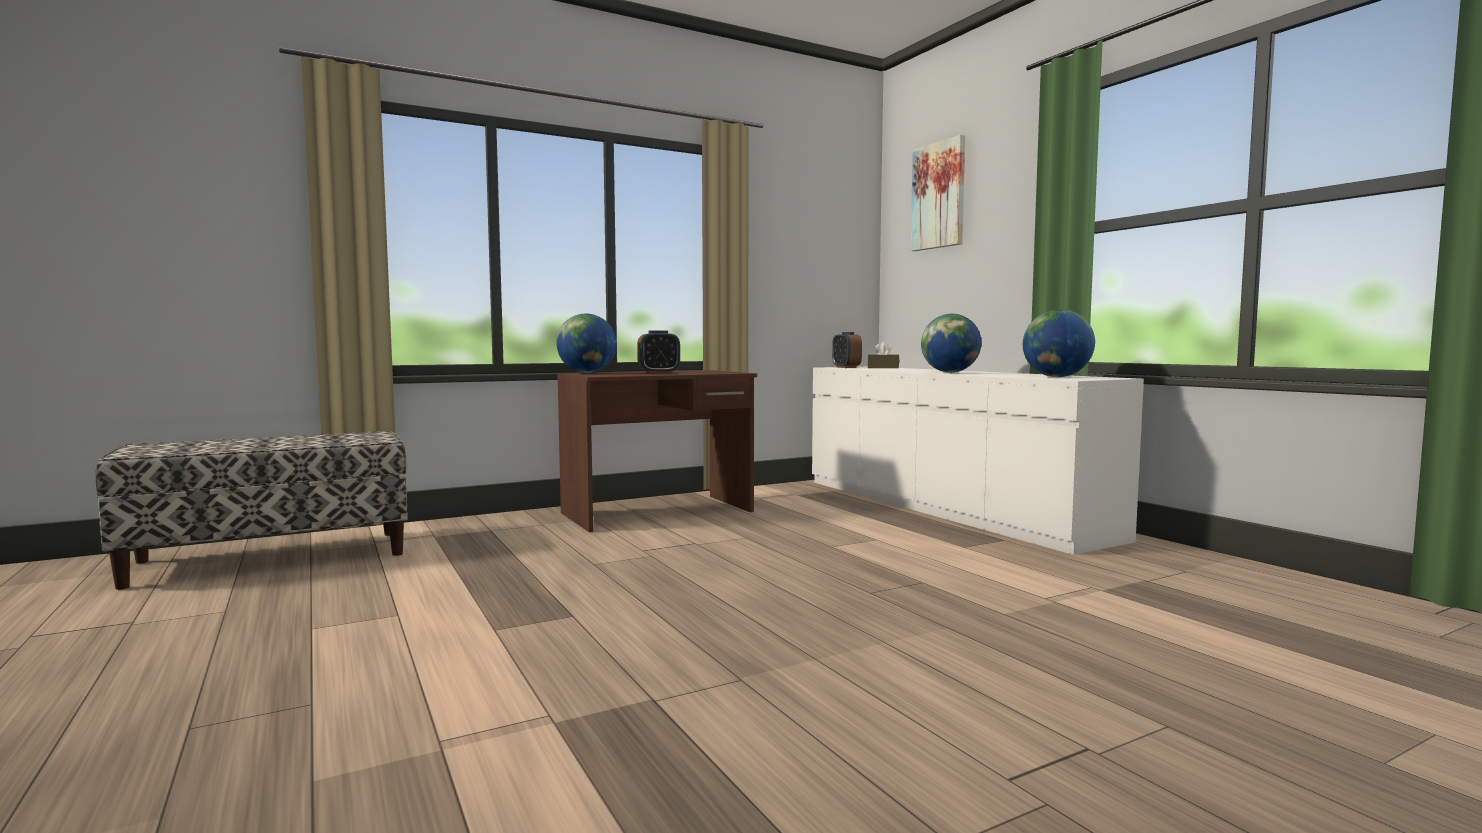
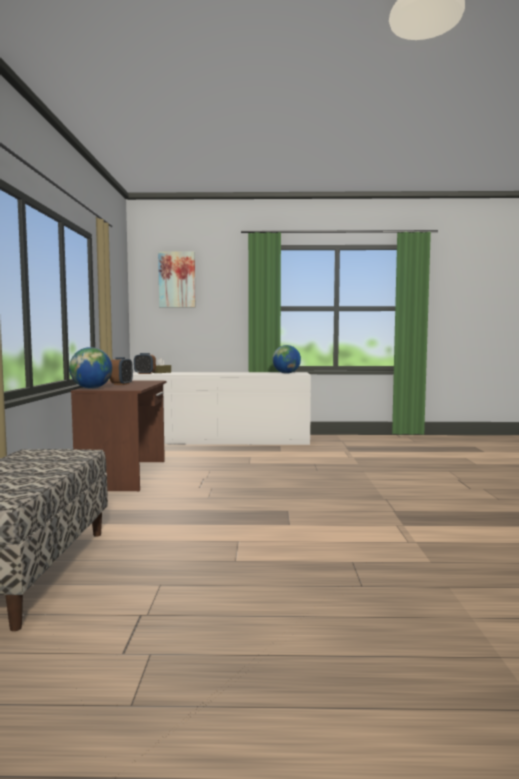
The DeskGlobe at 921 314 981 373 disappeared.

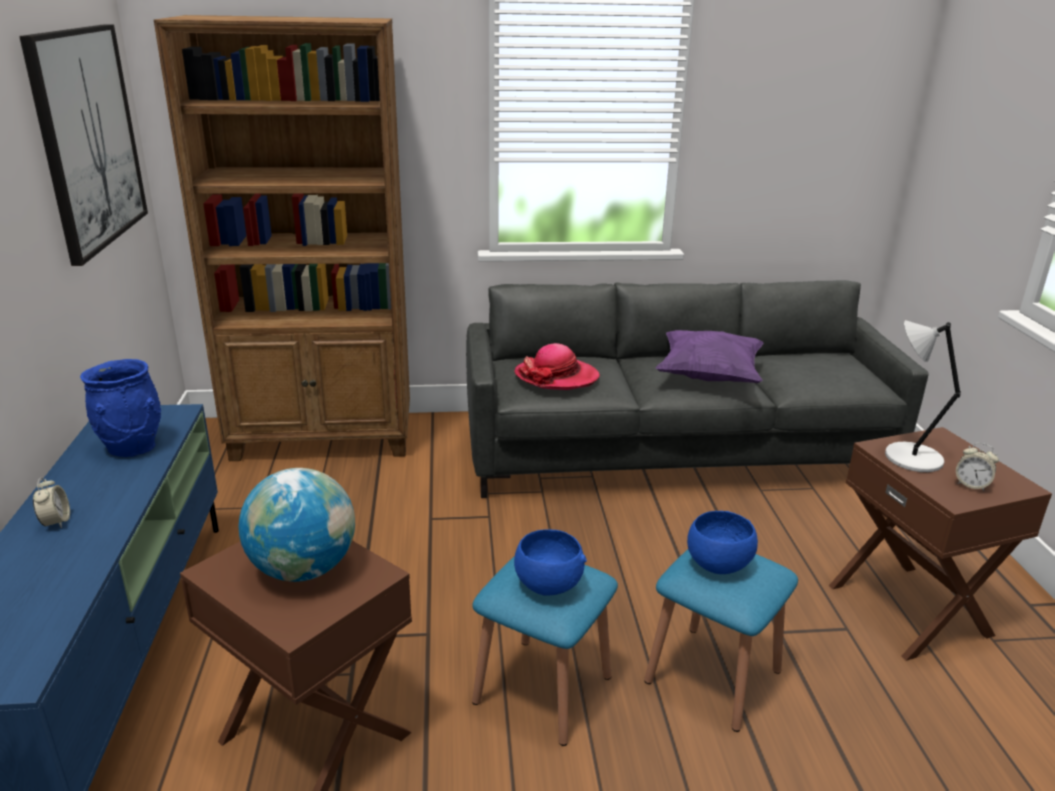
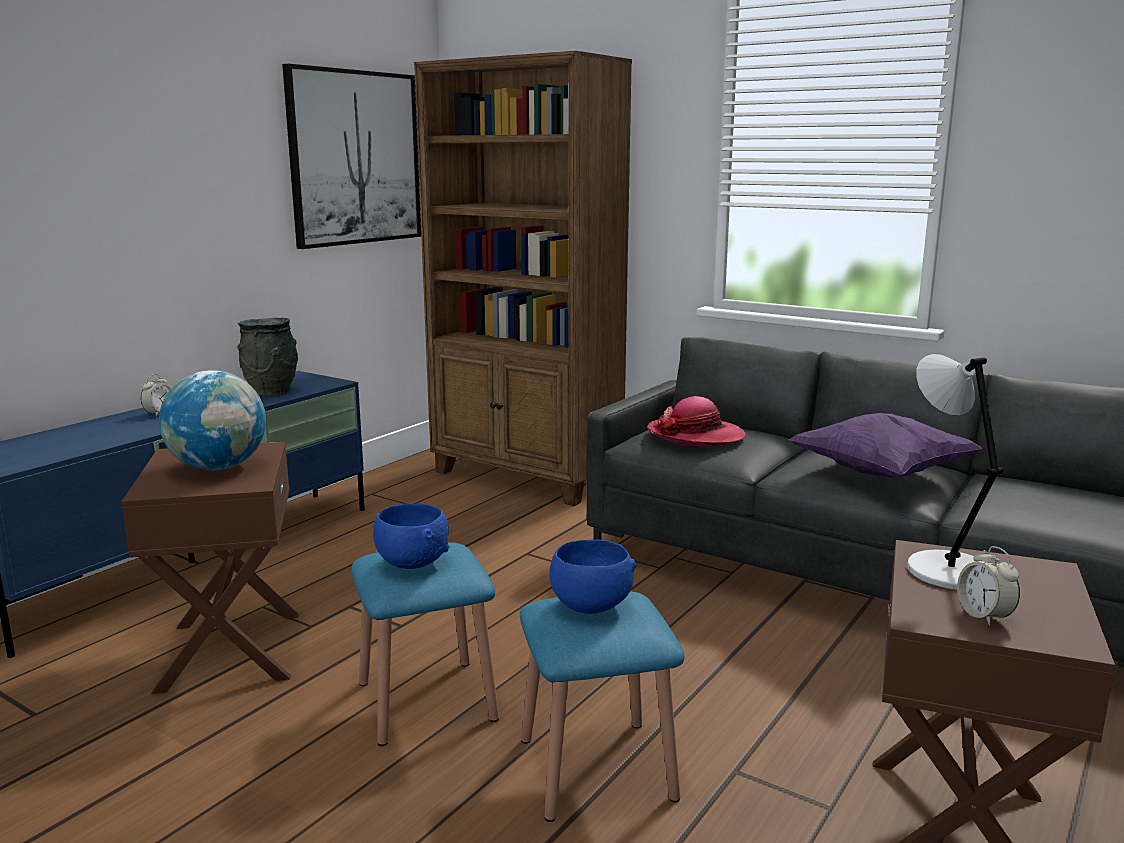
The BlueDecorativeVase at 80 359 161 457 became the GreyishDecorativeVase at 237 318 298 396.

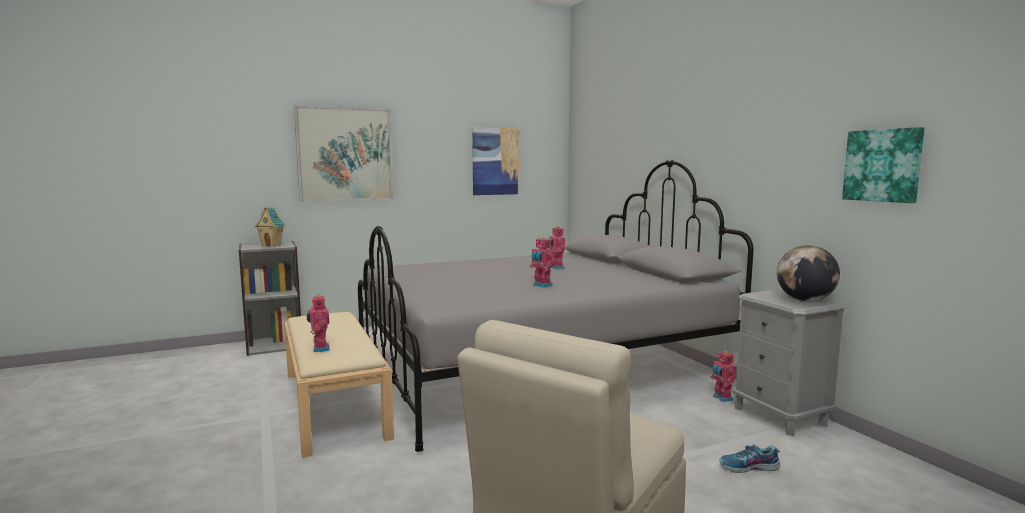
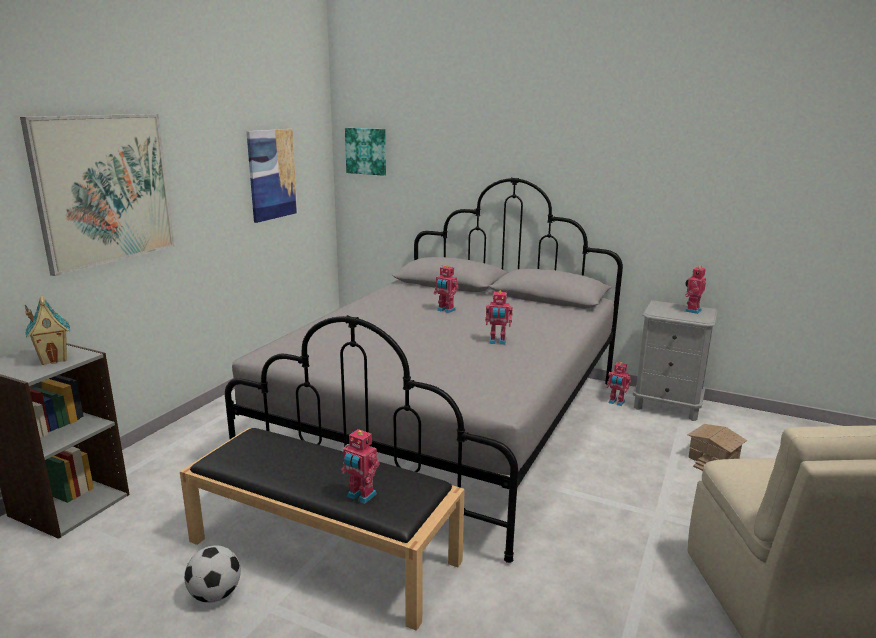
The BallForFootball at 184 545 241 603 appeared. The Picture moved from 842 127 925 203 to 345 128 386 176. The ItemOfFootwear at 719 445 780 473 was replaced by the MiniatureHouse at 687 424 747 471. The DeskGlobe at 777 245 840 301 was replaced by the ModelRobot at 685 266 706 314. The BeigeBench at 284 312 394 458 became the BlackishBench at 180 428 465 631.

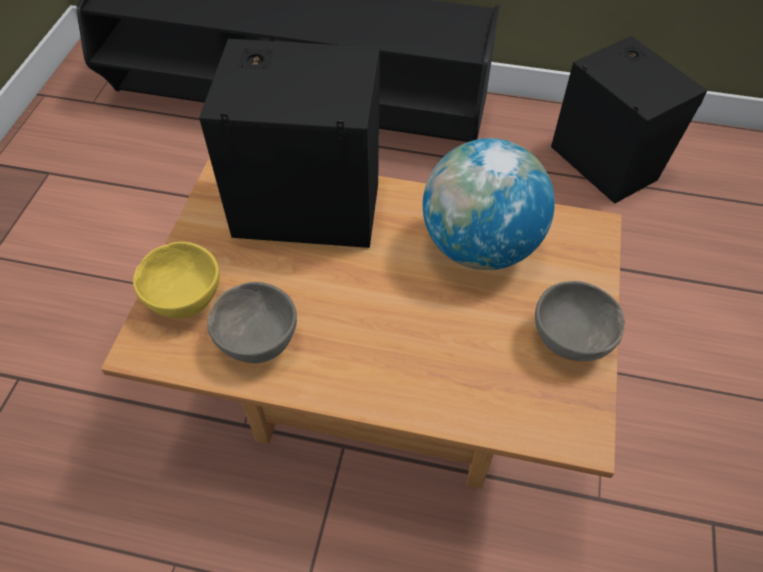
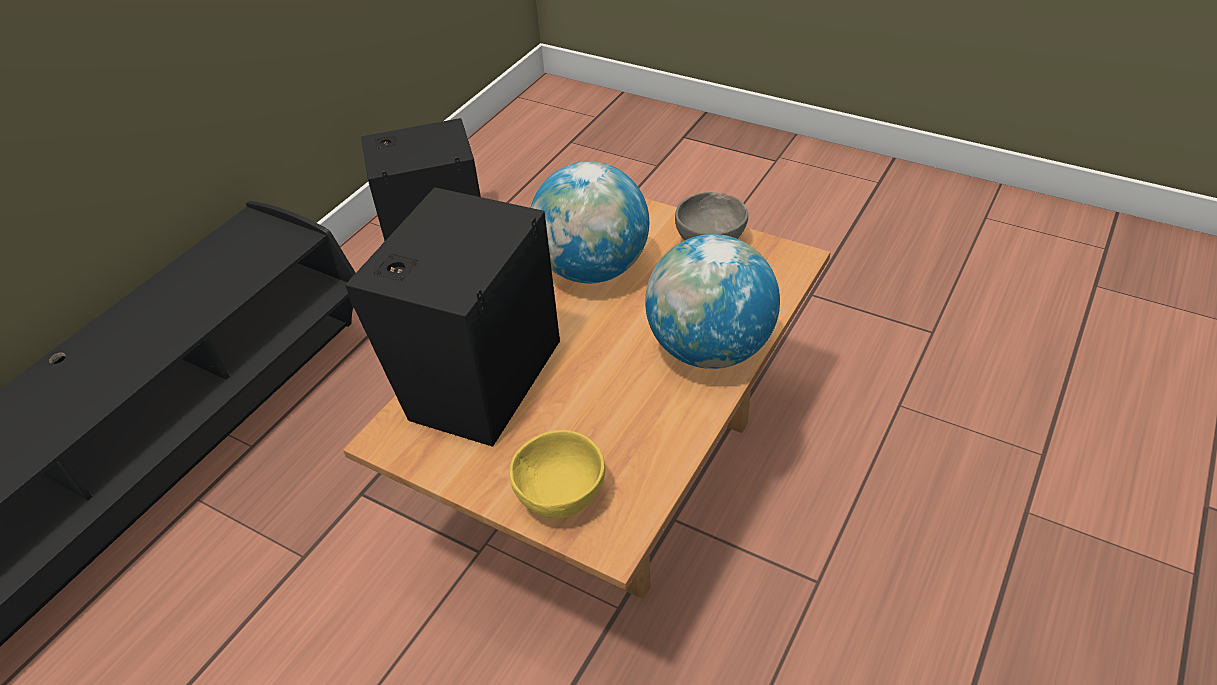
The GreyishBowl at 207 282 297 363 disappeared. The DeskGlobe at 645 234 780 369 appeared.

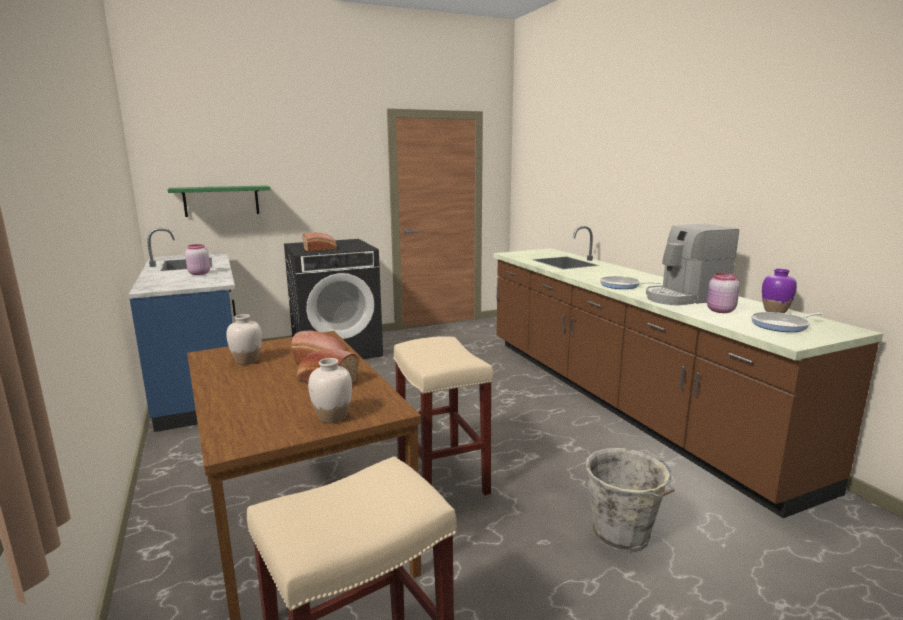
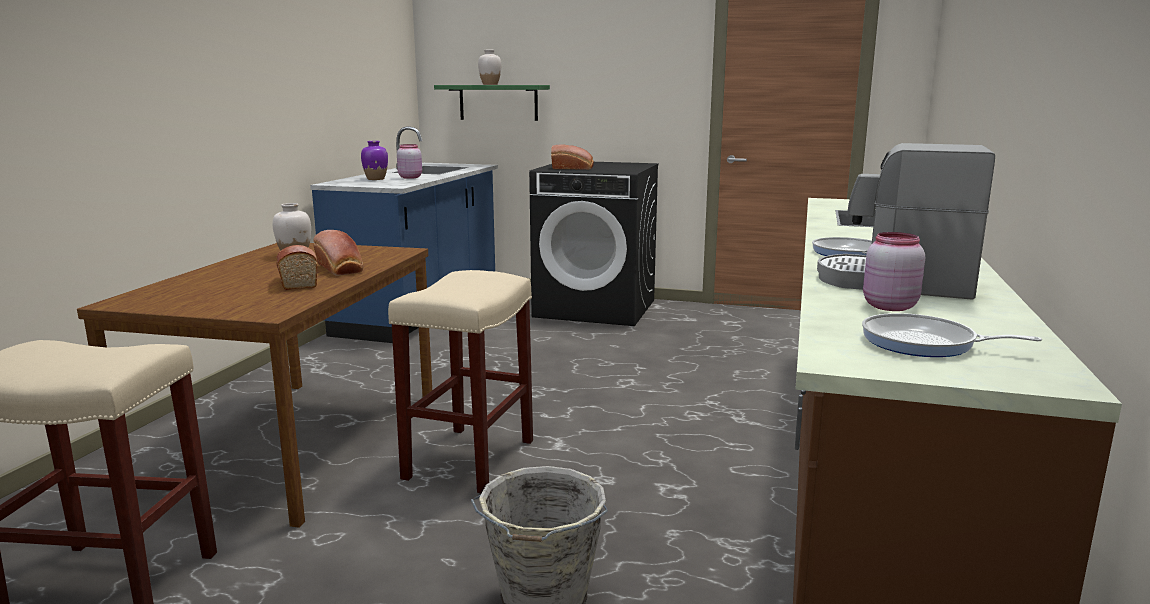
The WhitishDecorativeVase moved from 308 358 352 423 to 478 50 501 85. The PurpleColouredDecorativeVase moved from 762 269 797 313 to 361 141 388 180.

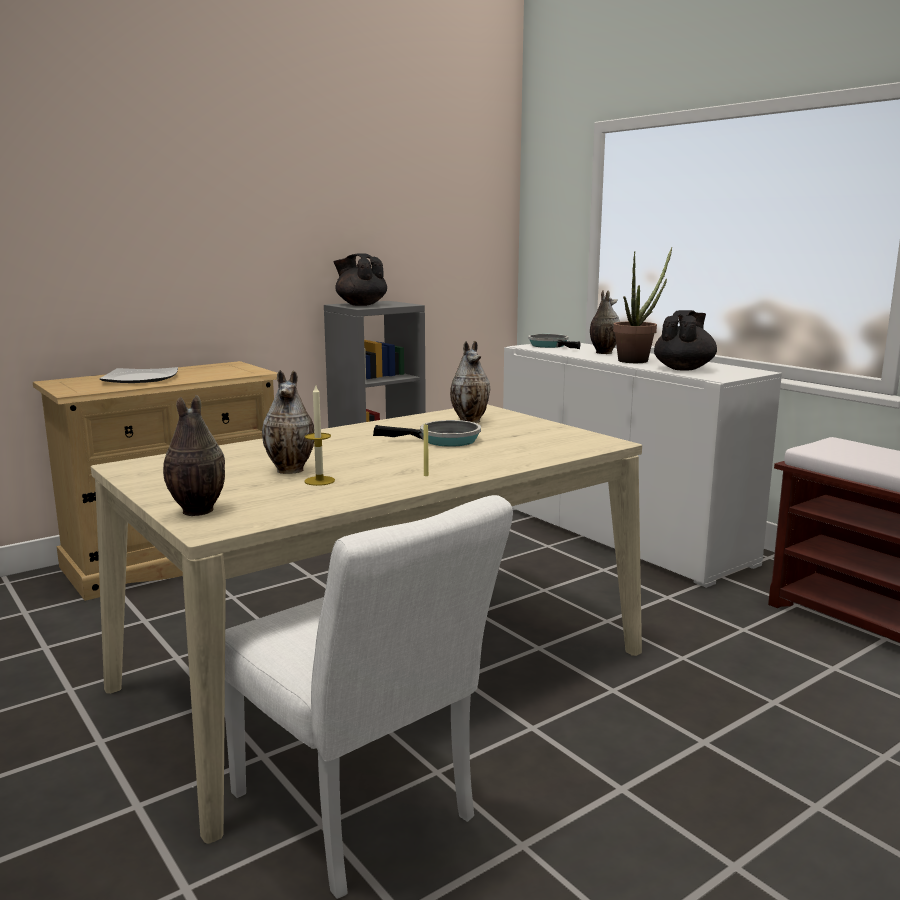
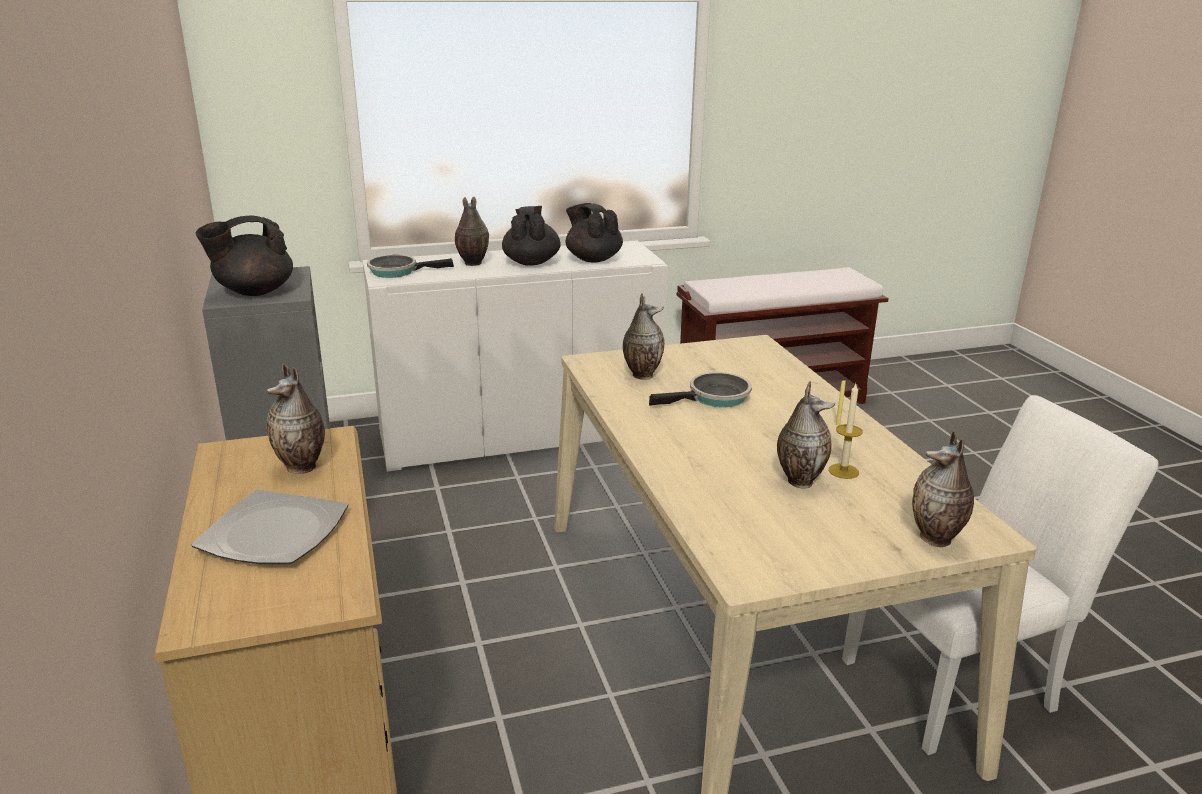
The DecorativeVase at 266 363 325 474 appeared. The PottedPlant at 613 247 672 363 was replaced by the BlackishPotForTea at 502 206 561 266. The Pan at 373 420 481 447 turned 45 degrees clockwise.

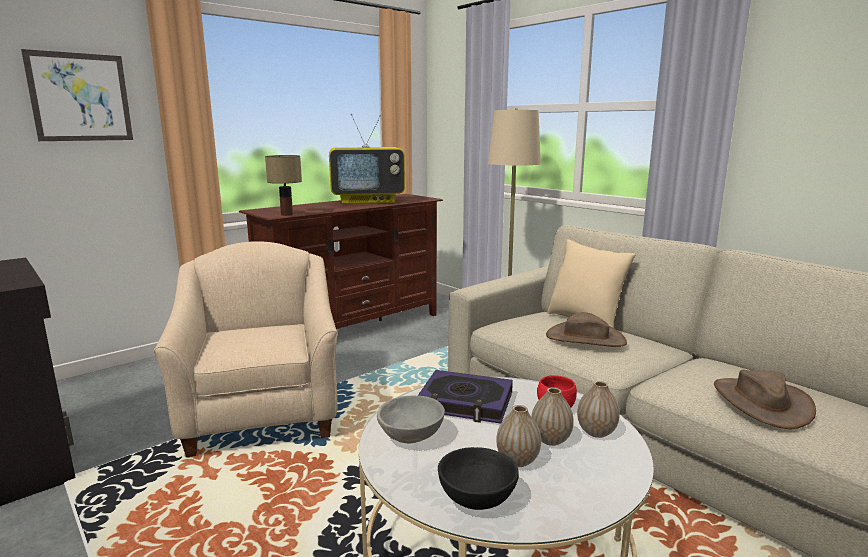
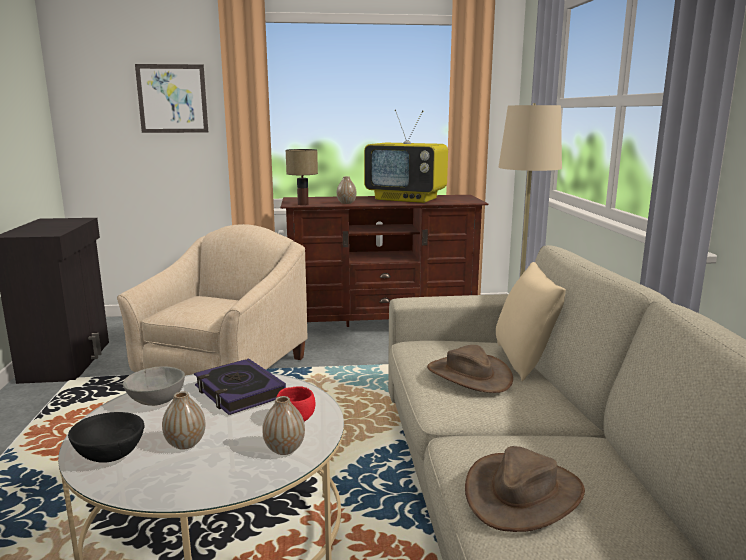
The DecorativeVase moved from 531 387 574 446 to 337 176 356 204.

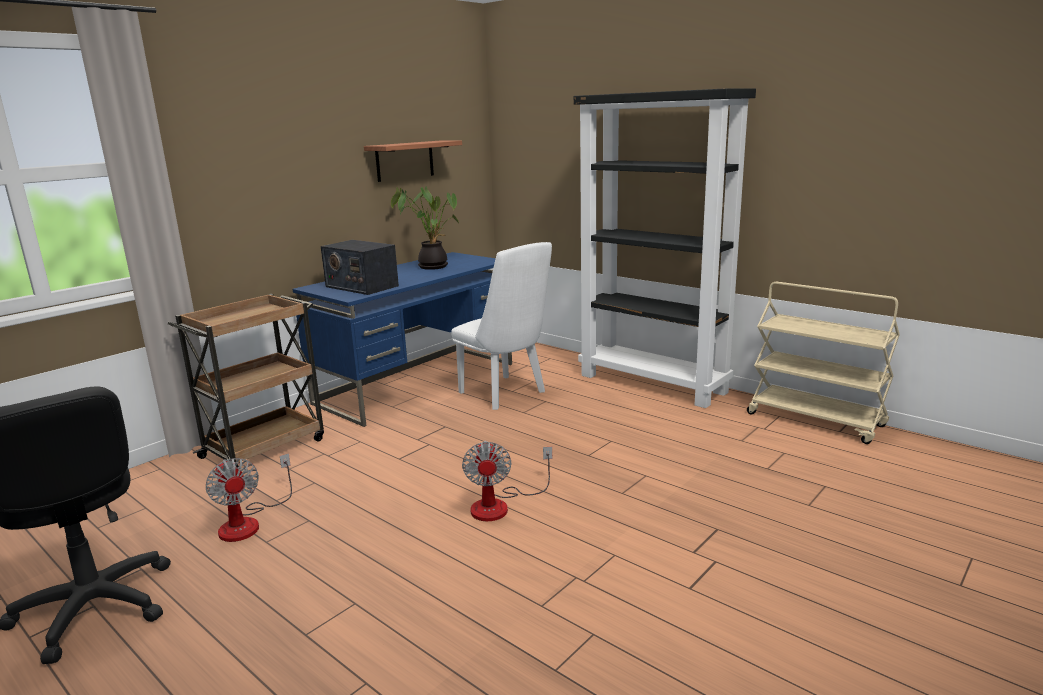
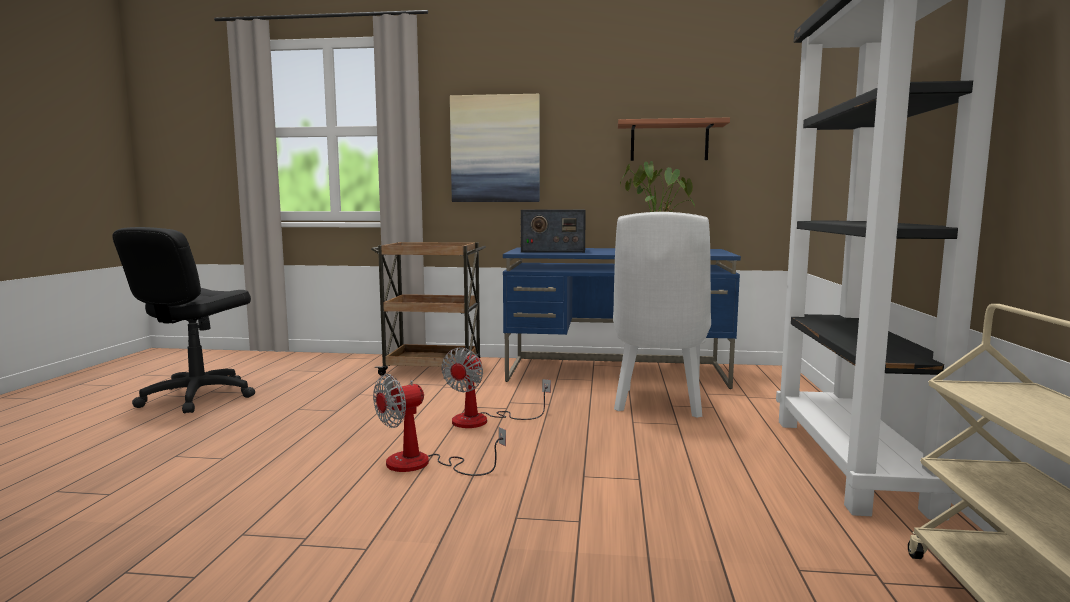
The Picture at 450 94 540 202 appeared. The Fan moved from 205 453 292 542 to 442 347 551 428. The RadioSet at 321 240 399 295 turned 90 degrees counterclockwise.

